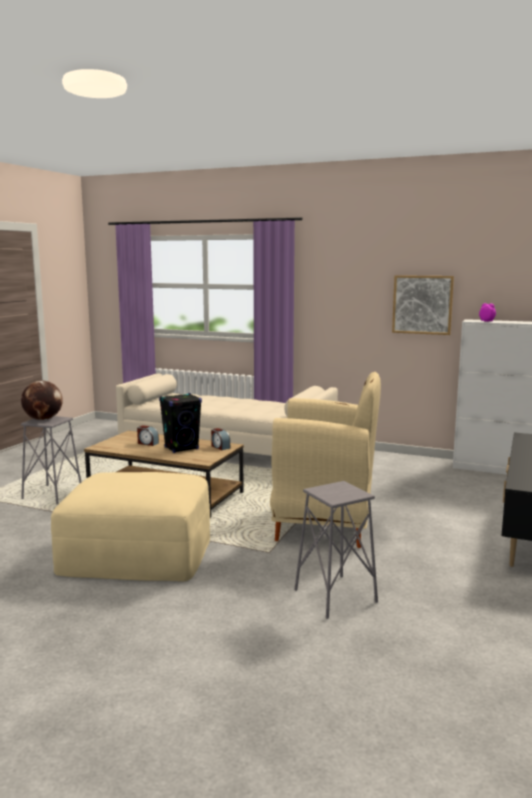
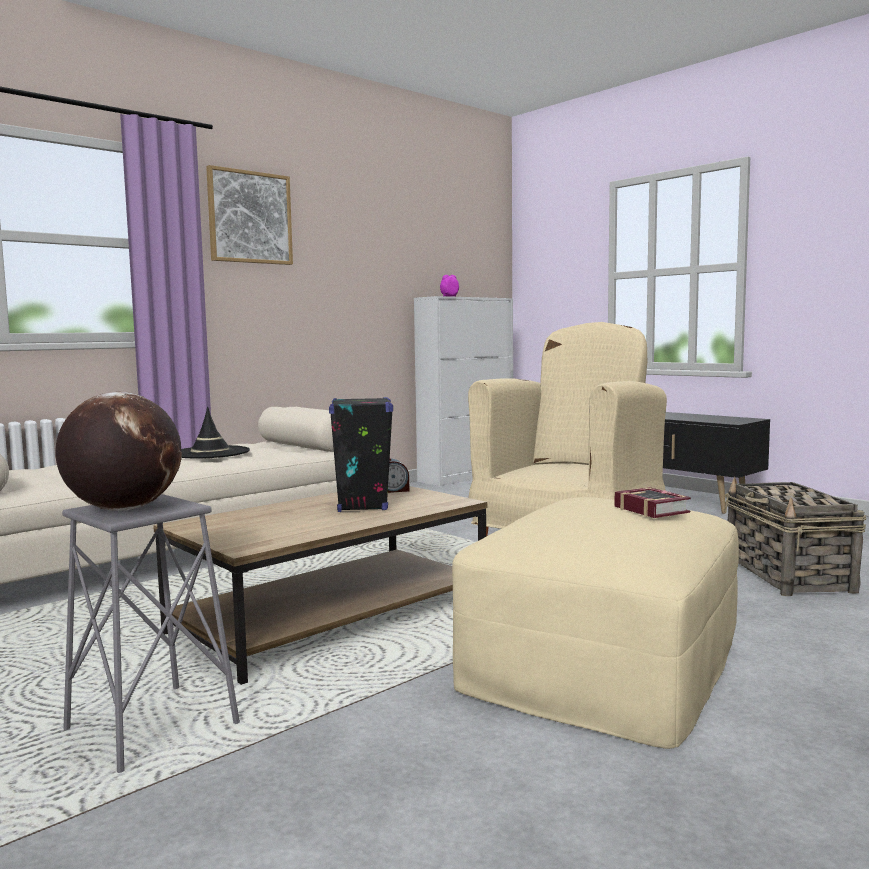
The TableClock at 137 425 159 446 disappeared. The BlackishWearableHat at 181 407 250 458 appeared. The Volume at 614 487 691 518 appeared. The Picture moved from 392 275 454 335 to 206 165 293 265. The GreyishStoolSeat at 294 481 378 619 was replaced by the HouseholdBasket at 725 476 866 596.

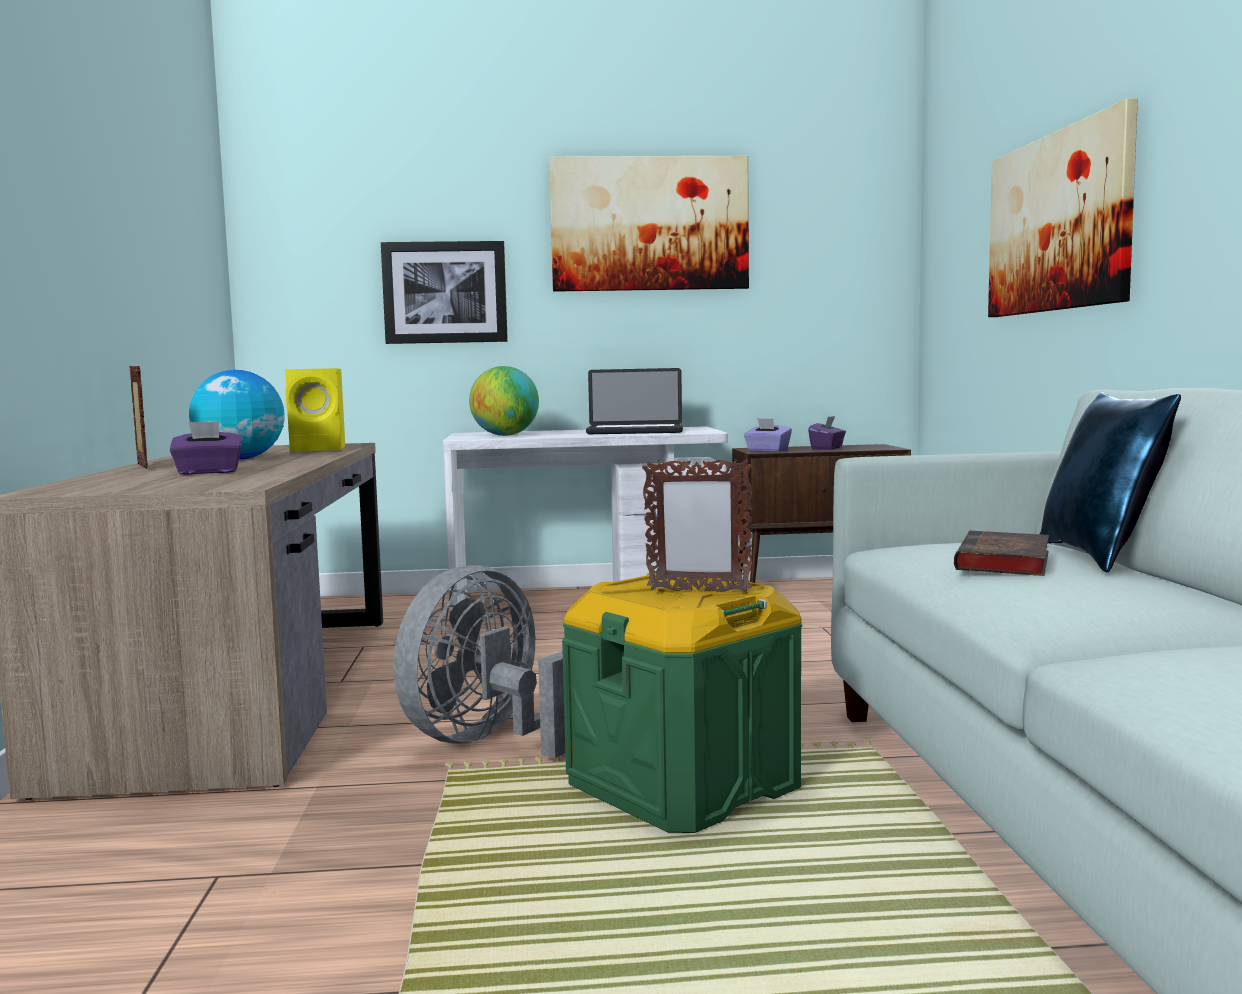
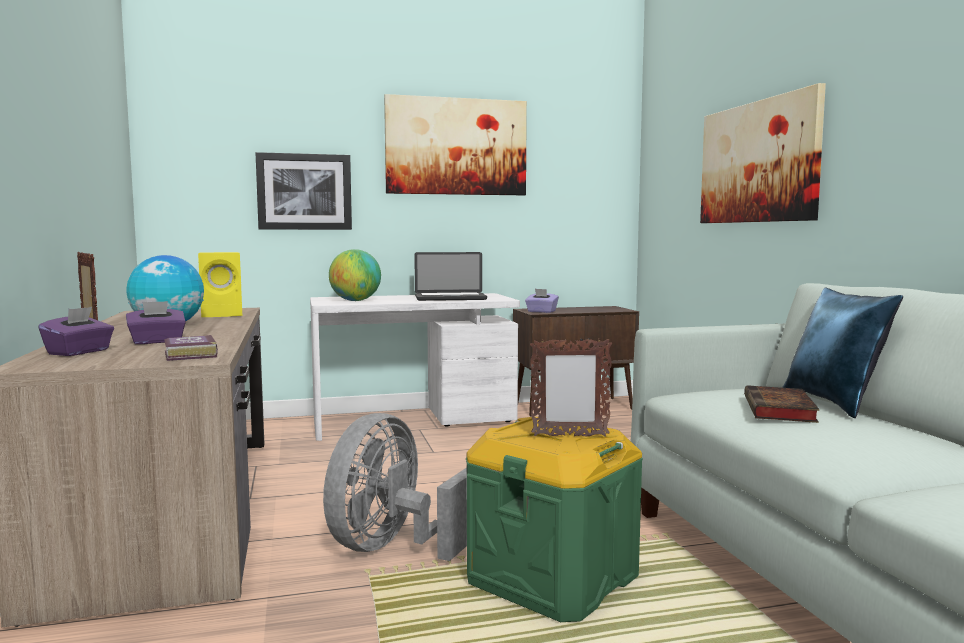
The Volume at 164 335 218 361 appeared. The PurpleColouredTissueHolder moved from 808 416 846 450 to 38 307 114 356.

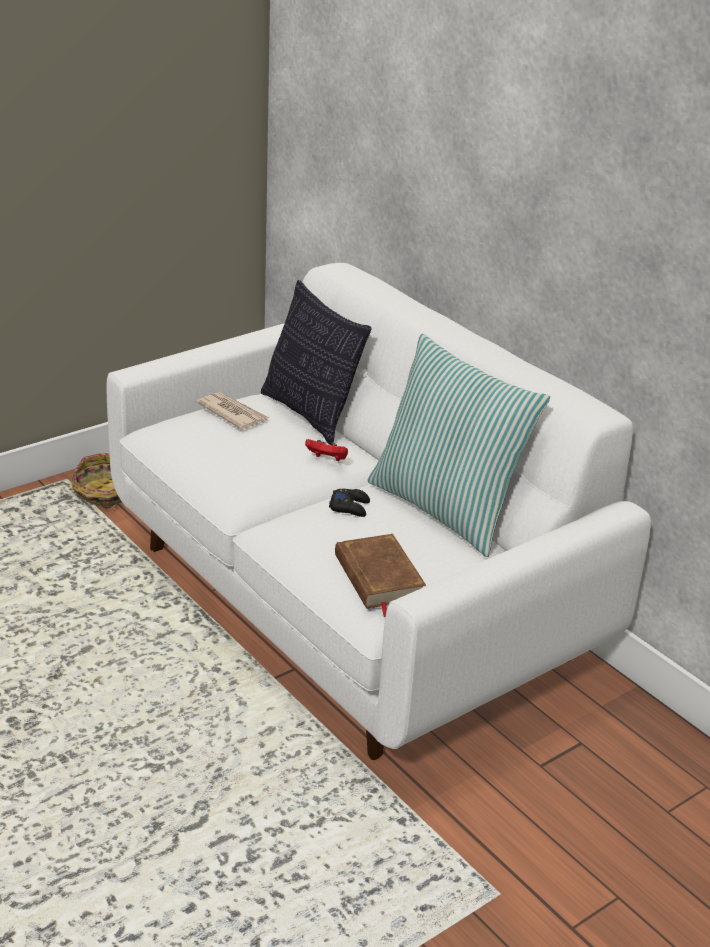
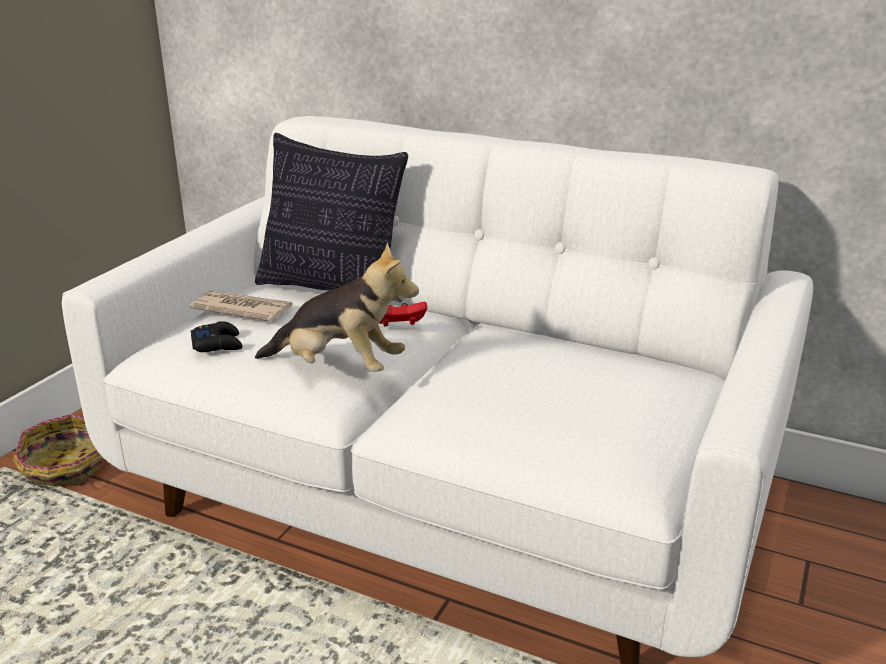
The BrownishVolume at 335 534 426 617 disappeared. The ThrowPillow at 367 334 550 557 disappeared. The SoftToy at 255 243 419 372 appeared. The BlackishGameController moved from 329 489 370 517 to 191 321 242 352.

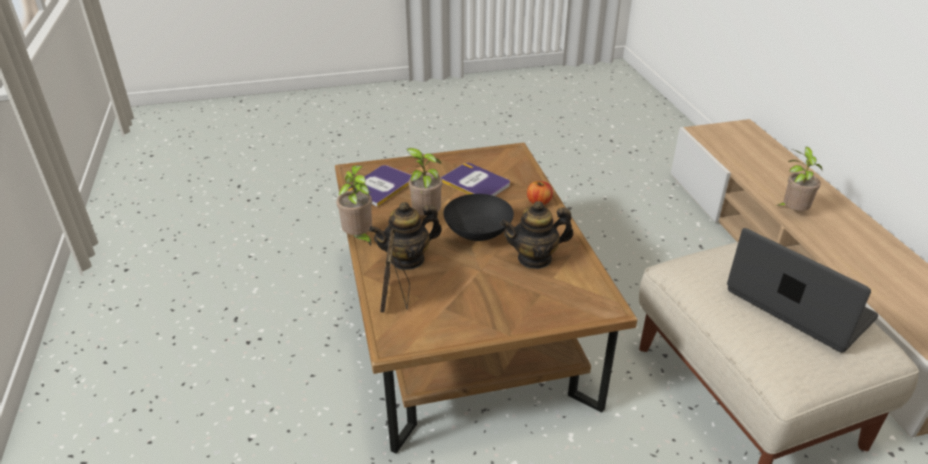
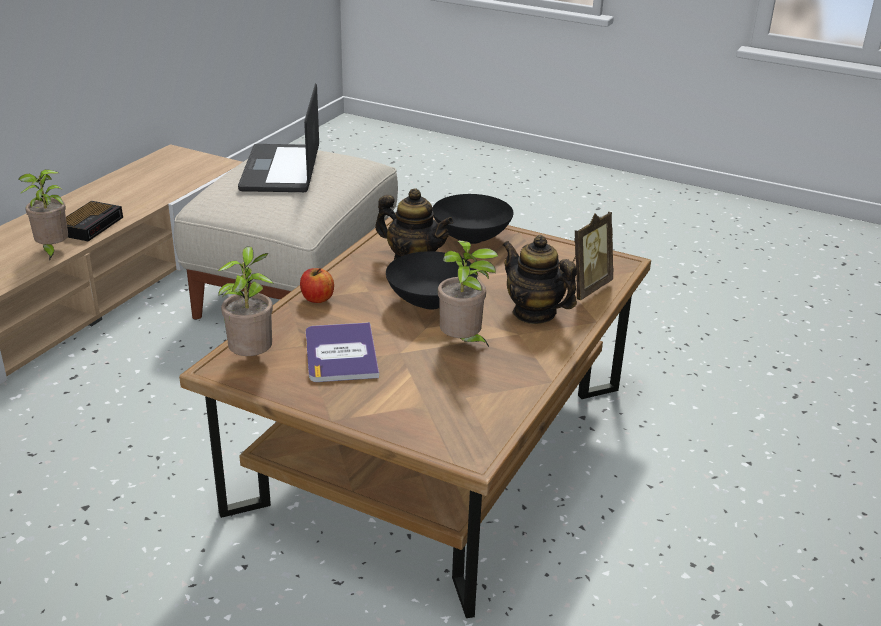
The Volume at 347 165 412 206 disappeared. The TableClock at 66 201 123 241 appeared. The BlackishBowl at 432 194 514 244 appeared. The PottedPlant moved from 336 166 372 246 to 218 246 274 356. The PotForTea at 369 202 442 270 turned 150 degrees counterclockwise.

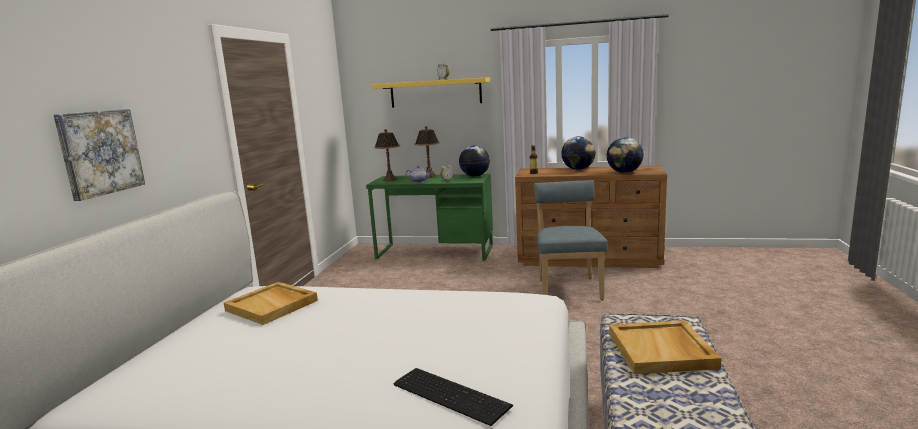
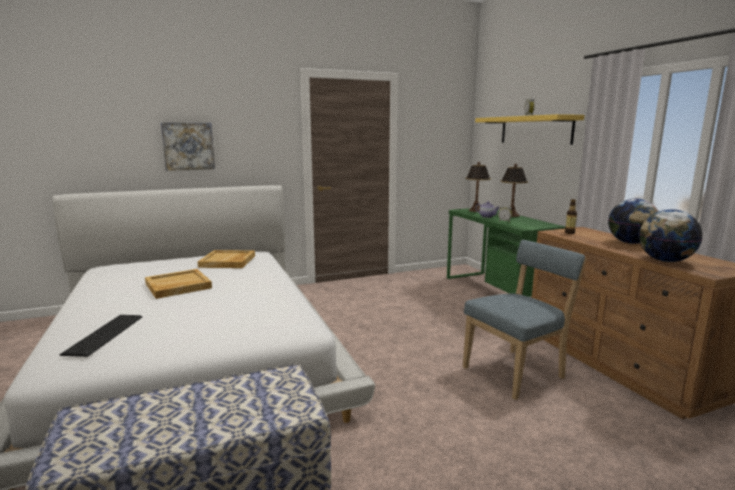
The DeskGlobe at 459 146 490 177 disappeared. The BeigeServingTray moved from 609 320 721 374 to 145 269 212 299.

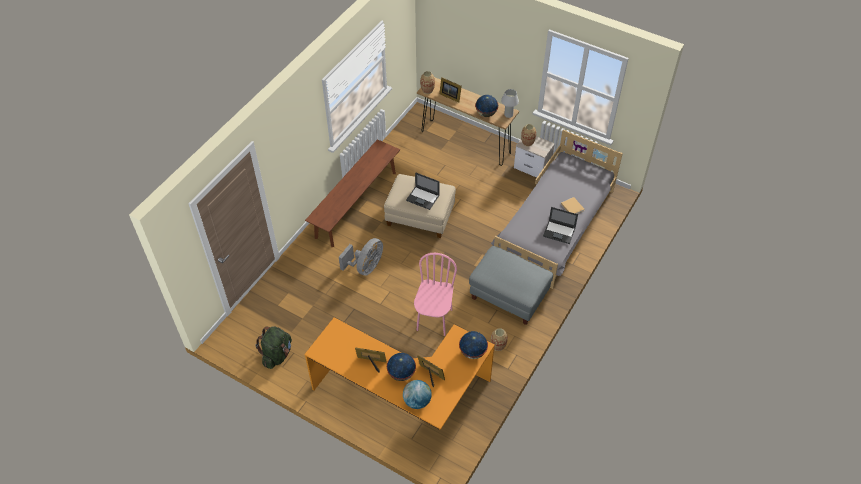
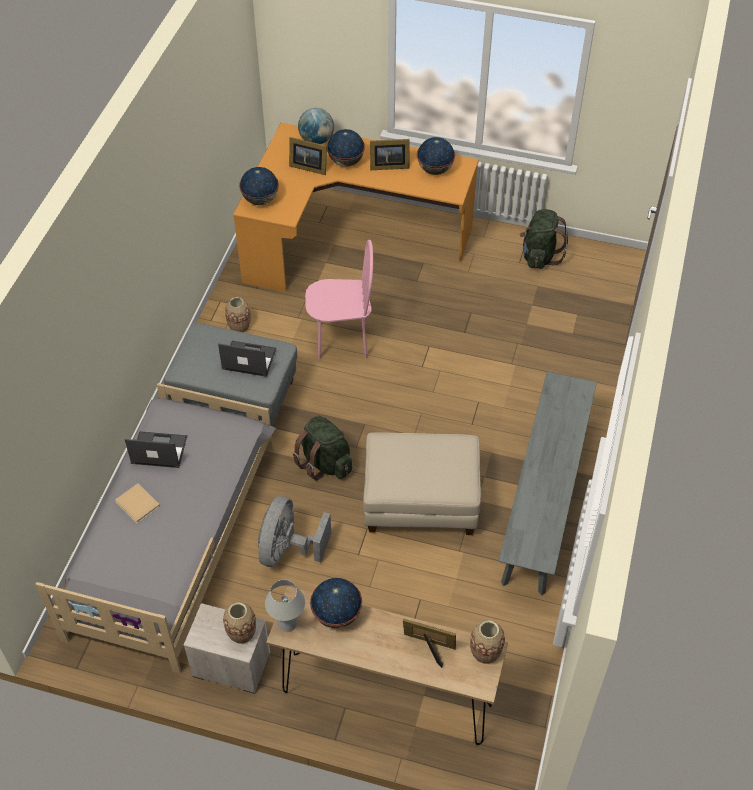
The GreenBackpack at 293 416 352 480 appeared. The DeskGlobe at 417 137 455 175 appeared. The GreyishFan moved from 339 238 383 276 to 258 496 331 567. The NotebookComputer moved from 406 172 440 210 to 218 341 276 377. The BrownishBench at 305 139 400 247 became the GreyishBench at 499 371 597 596. The PinkPlainChair at 414 253 457 336 turned 90 degrees counterclockwise.

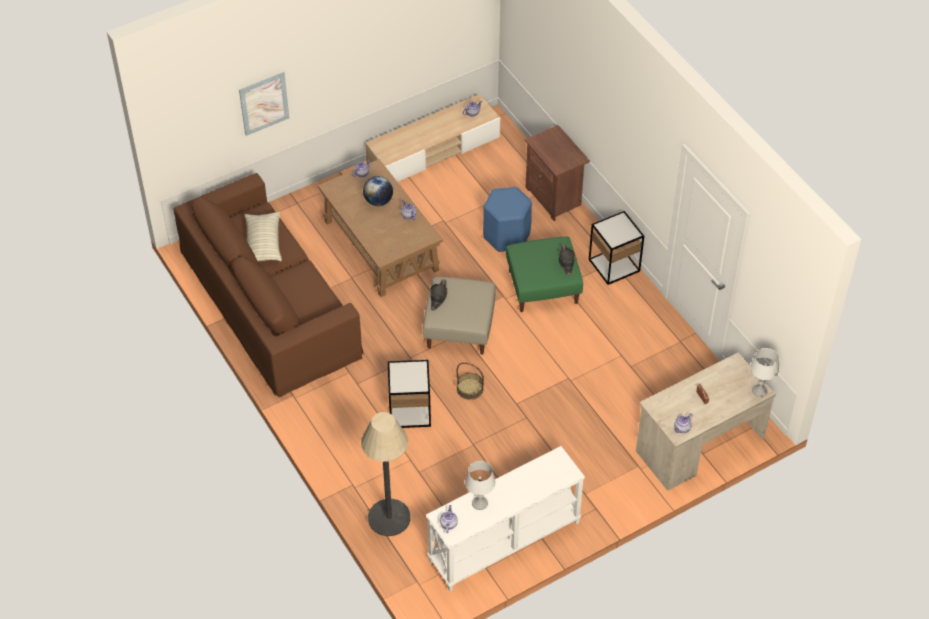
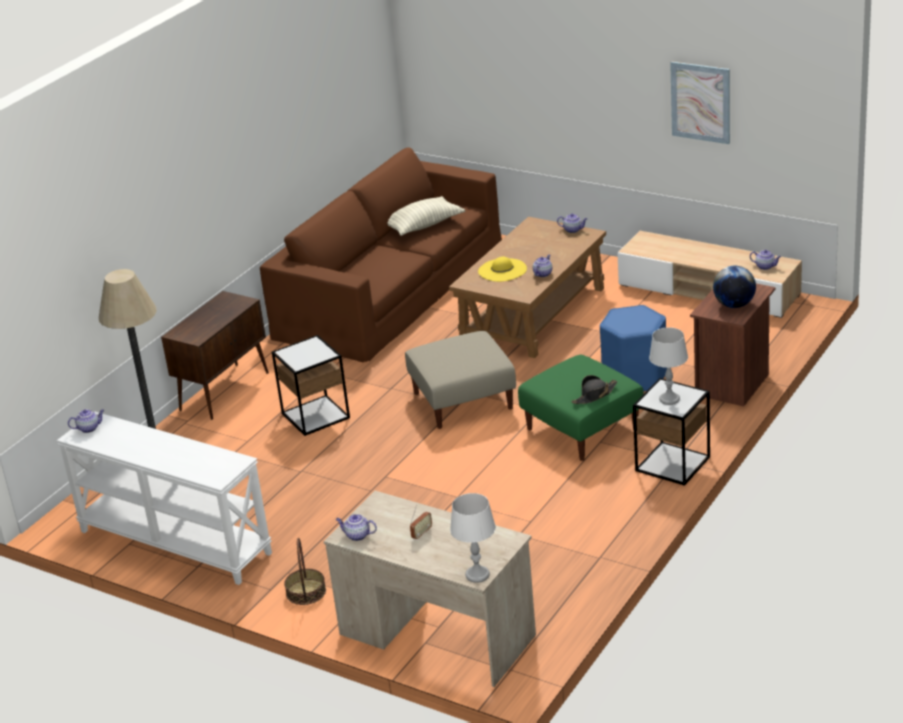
The BlackishWearableHat at 430 280 447 311 disappeared. The BrownishCabinet at 161 291 269 420 appeared. The YellowishWearableHat at 478 257 527 282 appeared. The Picture moved from 239 72 289 136 to 670 61 730 144. The DeskGlobe moved from 363 176 393 206 to 713 266 756 308. The HouseholdBasket moved from 457 362 484 400 to 284 538 326 605. The GreyishLampForATable moved from 465 461 495 510 to 649 327 688 405.

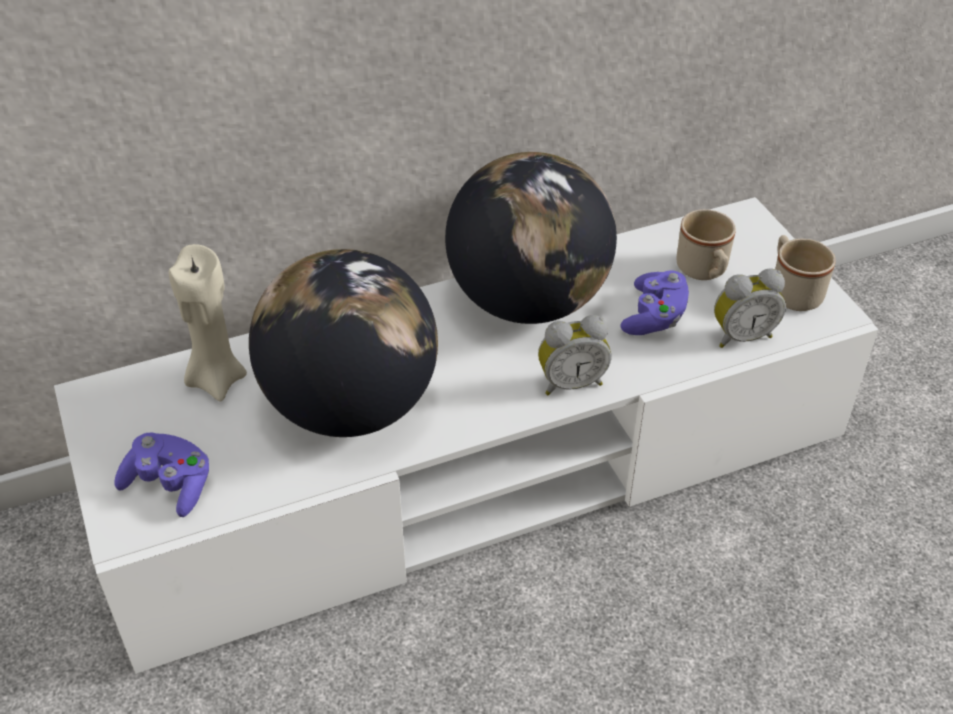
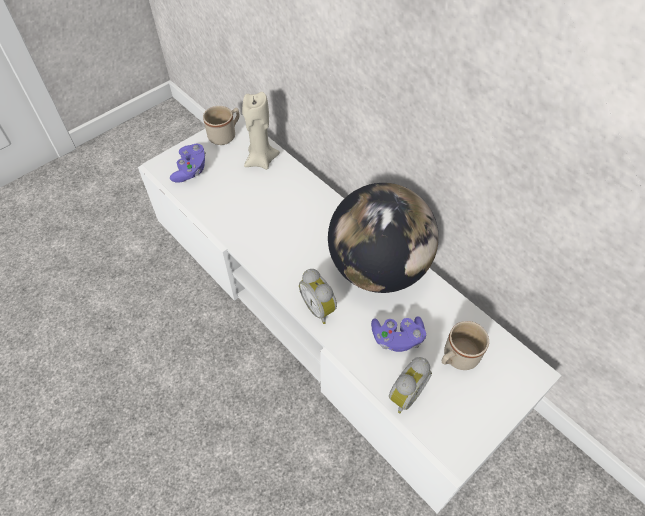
The DeskGlobe at 249 249 438 437 disappeared. The BeigeMug moved from 775 235 836 311 to 203 106 240 145. The TableClock at 714 269 786 348 turned 105 degrees counterclockwise.

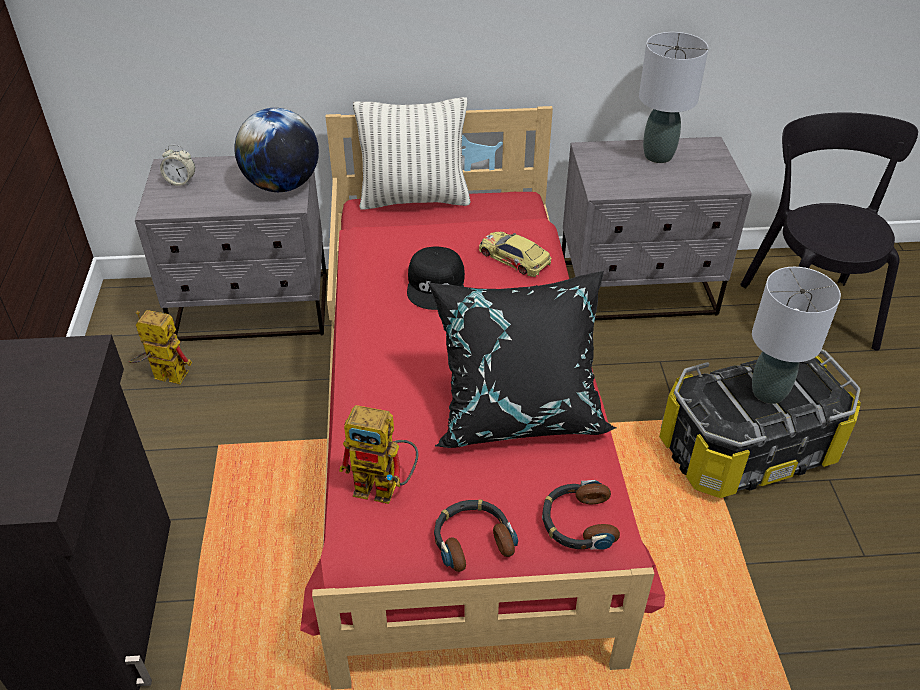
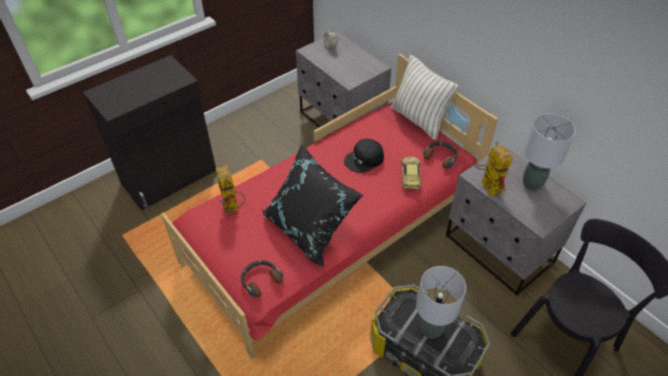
The DeskGlobe at 234 108 319 192 disappeared. The ModelRobot moved from 129 310 192 384 to 474 142 513 196. The PairOfHeadphones moved from 434 499 518 572 to 423 141 458 169.

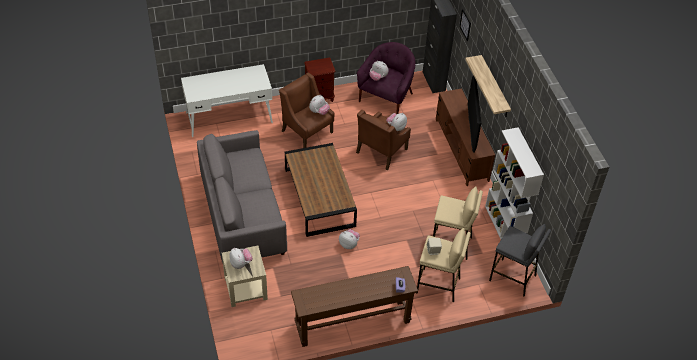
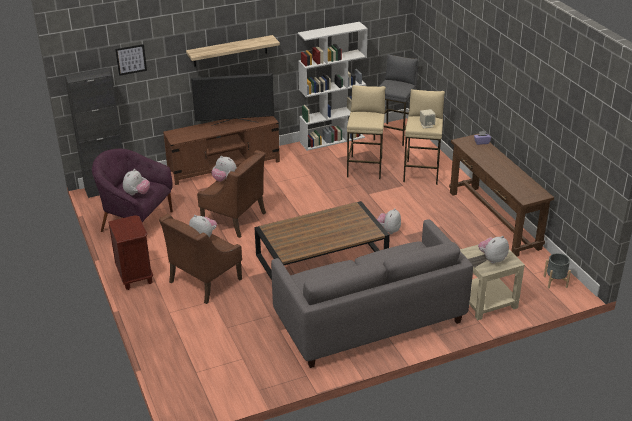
The WhitishDeskTable at 181 64 273 137 disappeared. The GreyishPlanter at 544 253 571 288 appeared.

